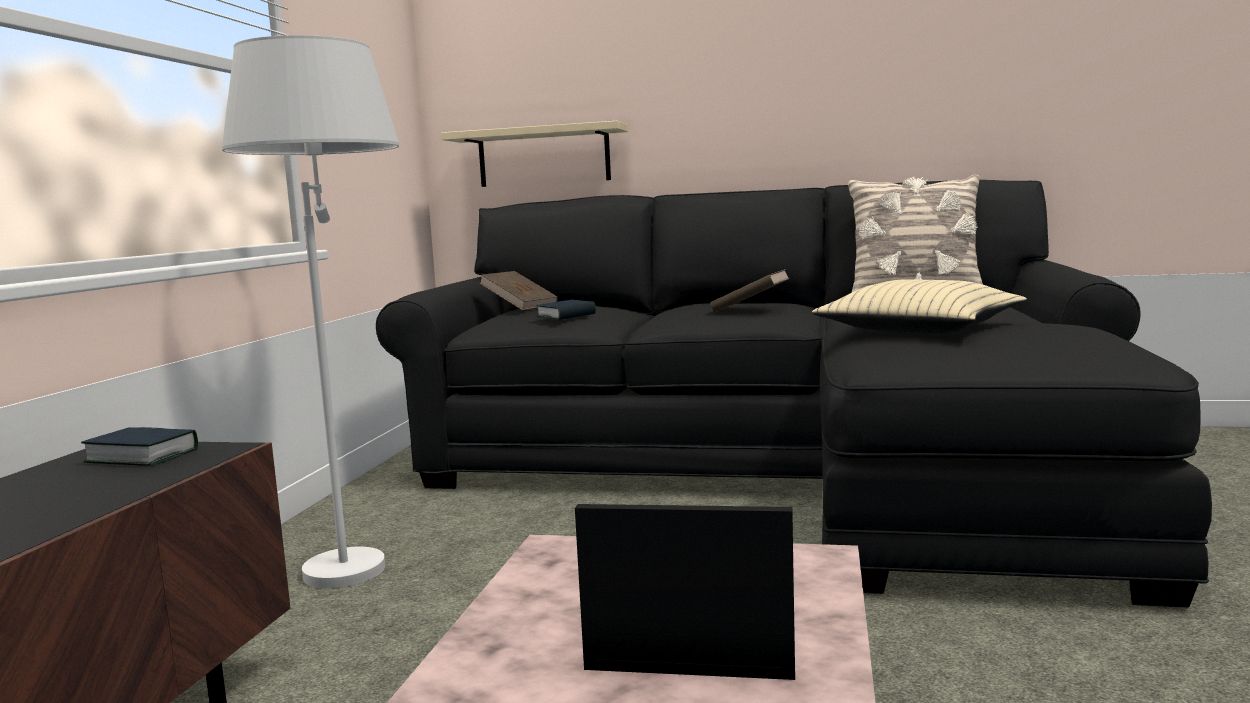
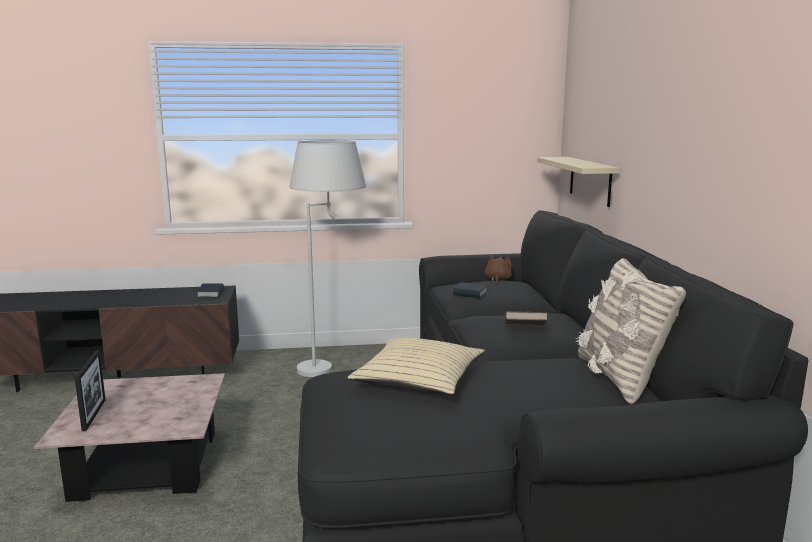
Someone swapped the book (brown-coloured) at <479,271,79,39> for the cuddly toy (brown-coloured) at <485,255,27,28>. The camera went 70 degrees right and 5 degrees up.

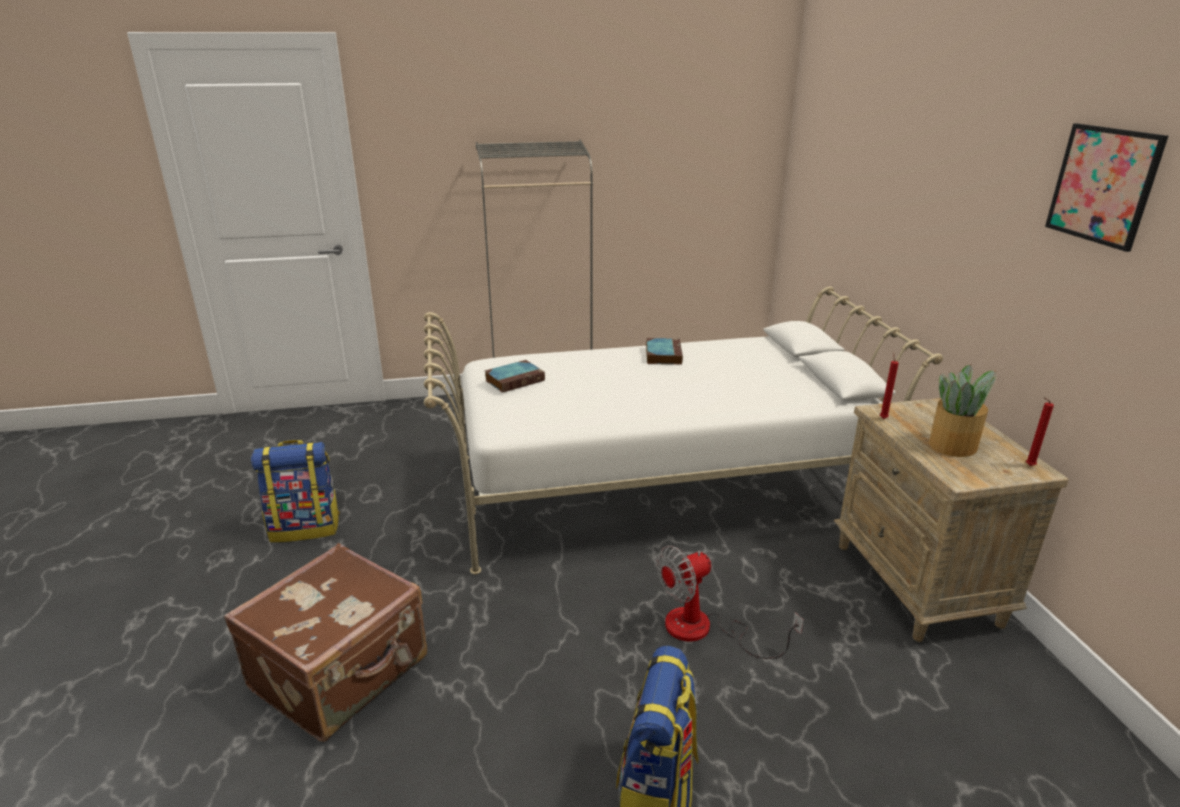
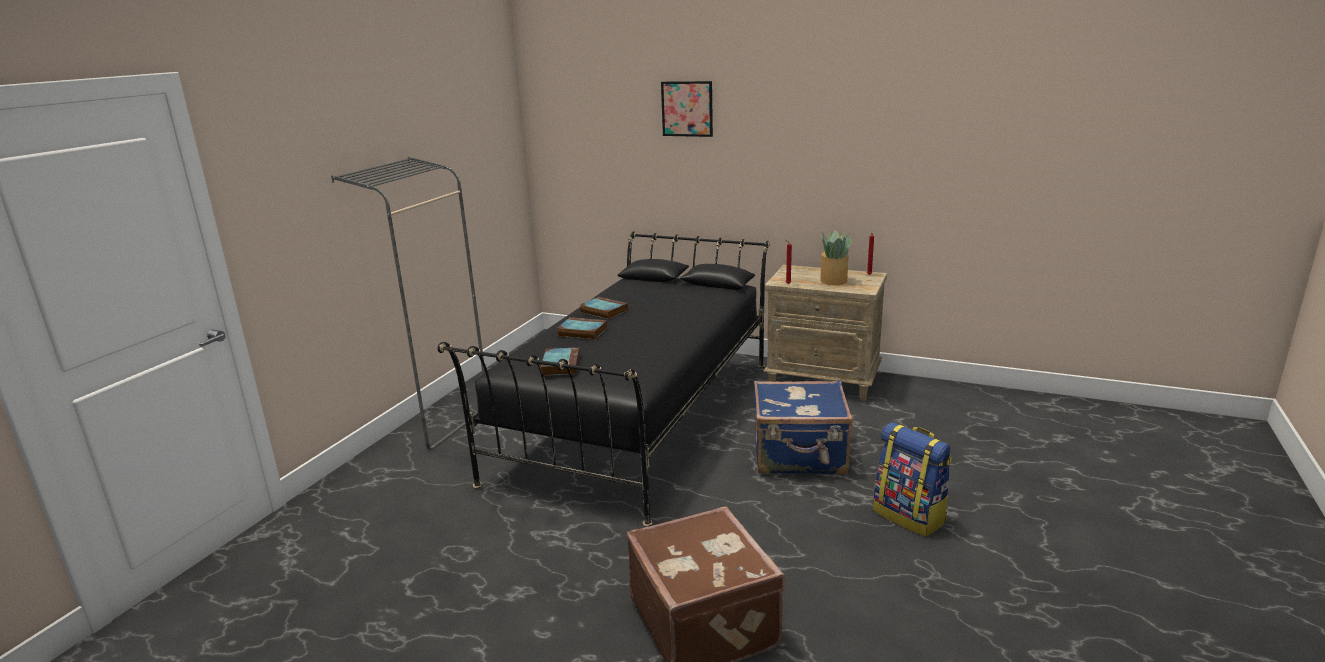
Someone took away the backpack at <251,440,89,103>. Someone repainted the bedroom bed (white-coloured) at <424,286,519,289>, which became the bedroom bed (blackish) at <437,231,333,296>. Someone swapped the electric fan at <657,545,147,114> for the suitcase (blue) at <754,380,99,94>. Someone carried the wall art from <1045,123,123,129> to <661,81,52,56>. Someone put down the book at <557,317,50,23>. The camera went 55 degrees left and 5 degrees down.

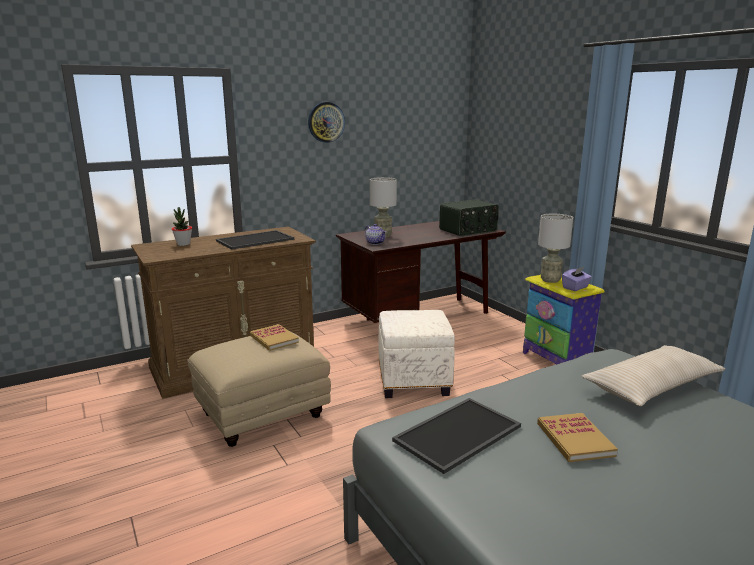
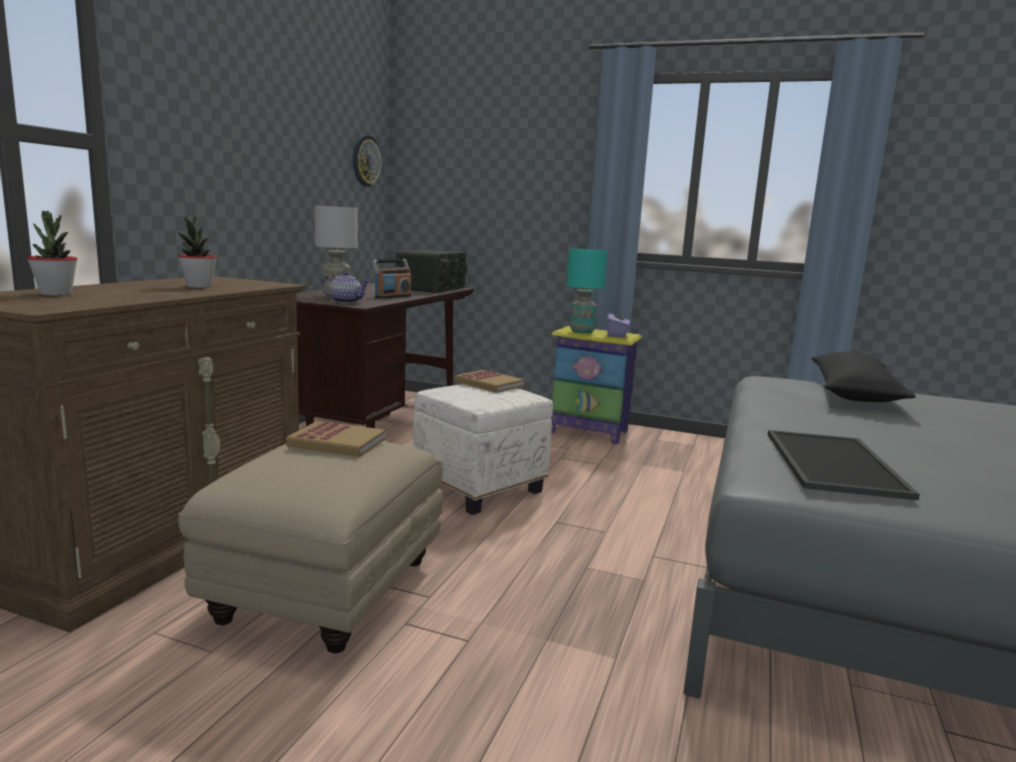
Someone swapped the tray at <216,230,78,20> for the potted plant at <178,215,39,73>. Someone carried the clock on the wall from <308,102,37,41> to <353,135,29,52>. Someone carried the book from <537,413,81,49> to <455,370,69,23>. Someone repainted the lamp for a table (gray) at <538,214,35,69>, which became the lamp for a table (turquoise-coloured) at <567,249,41,84>. Someone repainted the pillow (beige) at <581,345,144,61>, which became the pillow (blackish) at <812,351,104,51>. Someone put down the radio set at <372,259,40,40>. The camera went 40 degrees left and 5 degrees down.

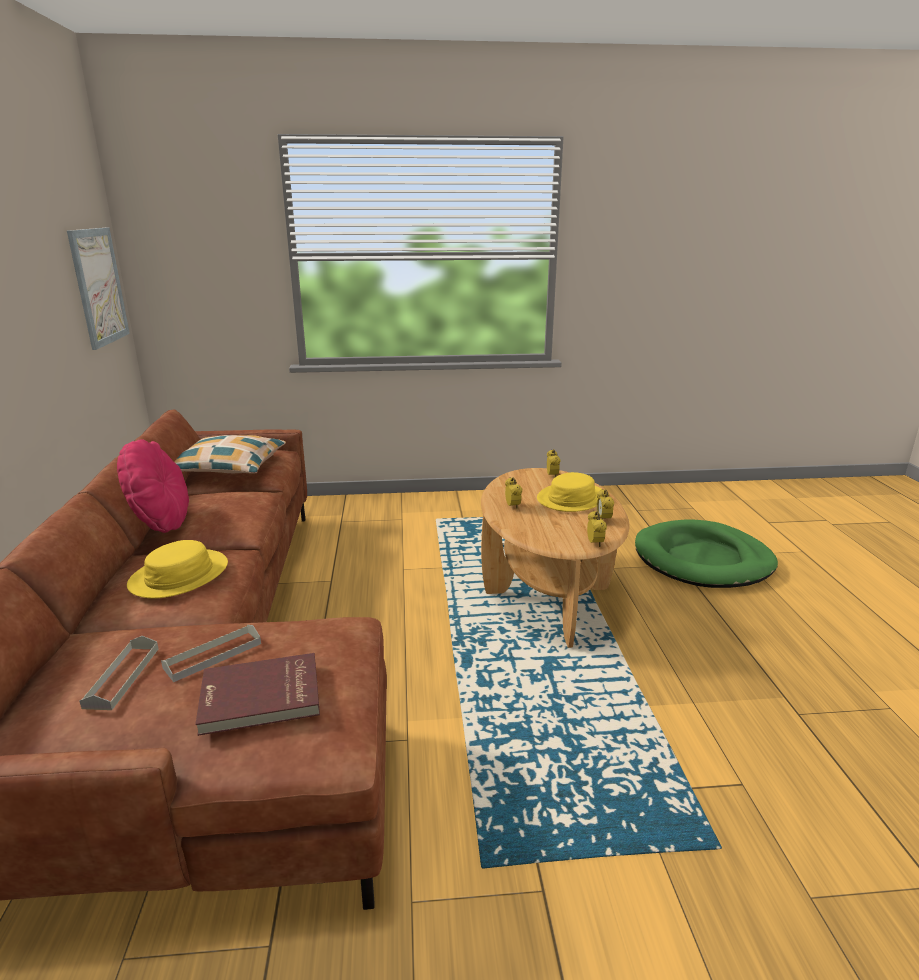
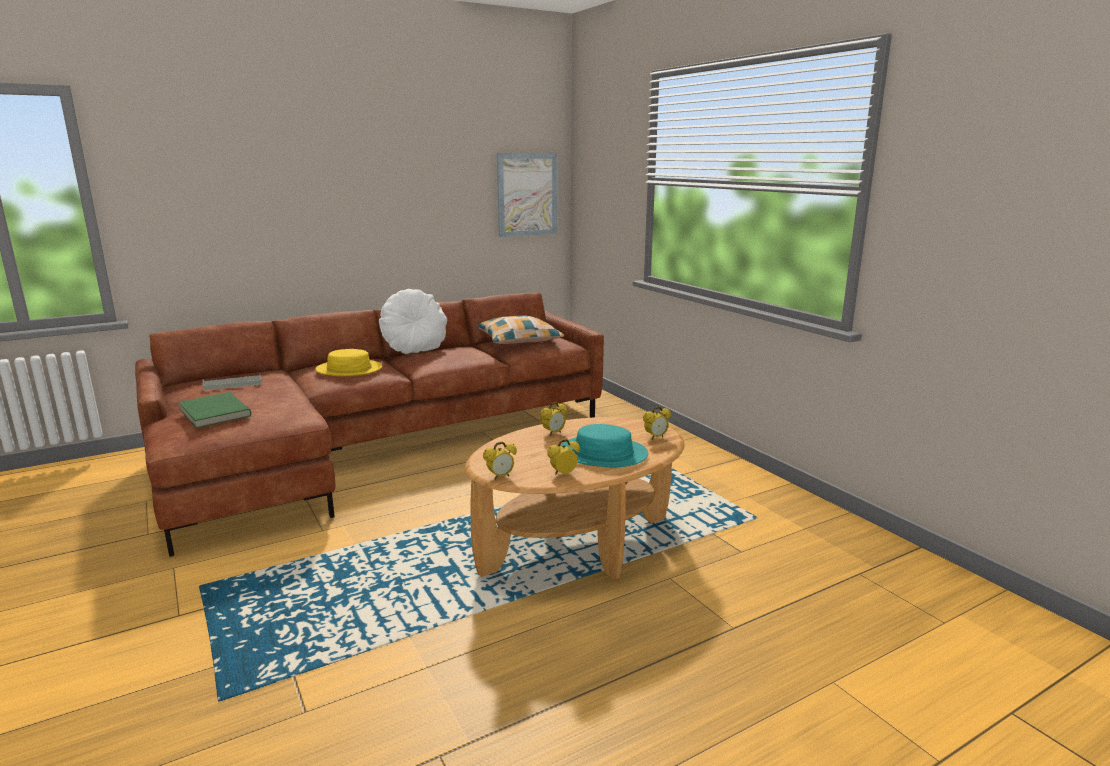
Someone repainted the pillow (pinkish) at <117,439,72,94>, which became the pillow (white-coloured) at <379,289,68,65>. Someone took away the tray (gray) at <161,625,100,57>. Someone repainted the book (red) at <195,653,125,83>, which became the book (green-coloured) at <178,392,73,36>. Someone repainted the clothing hat (yellow-coloured) at <537,472,65,40>, which became the clothing hat (turquoise-coloured) at <561,424,87,43>. Someone took away the dog cushion (green-coloured) at <635,519,143,69>. The camera went 65 degrees right and 5 degrees down.

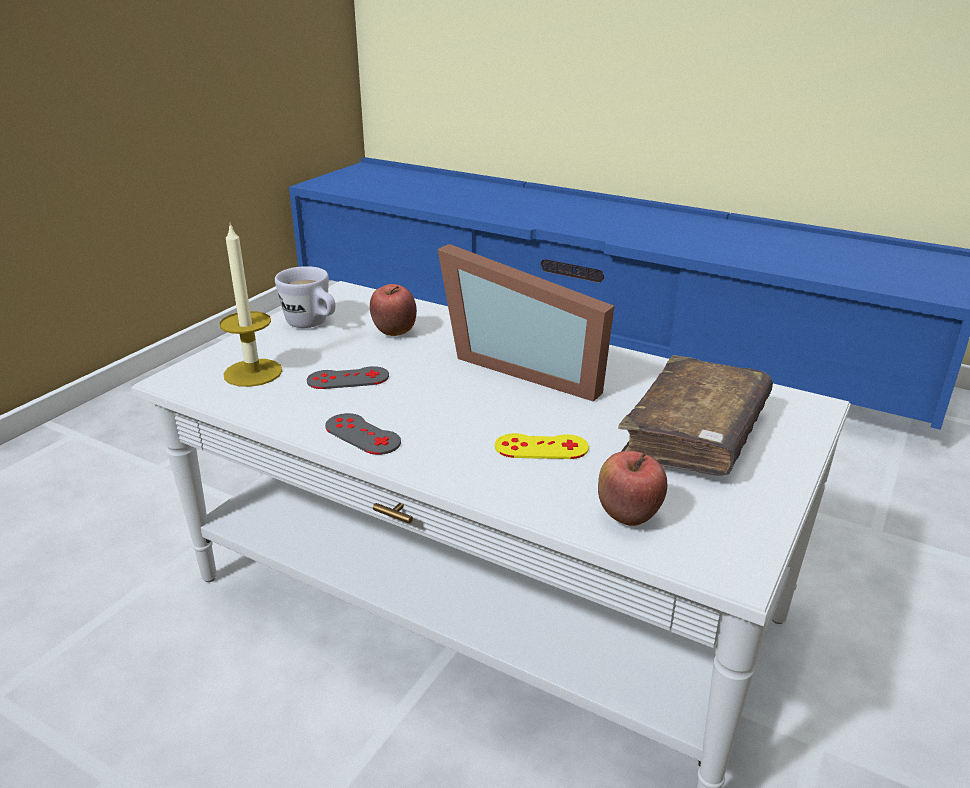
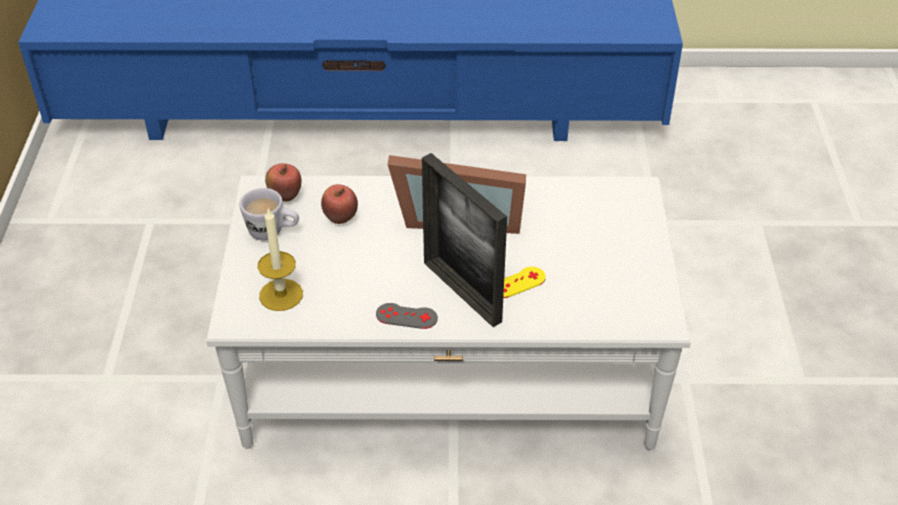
Someone took away the joypad (gray) at <307,366,82,23>. Someone carried the whole apple from <598,451,69,75> to <265,163,36,38>. Someone took away the book (brown-coloured) at <618,355,155,121>. Someone put down the standing frame at <422,153,85,174>. The camera went 30 degrees left and 15 degrees up.

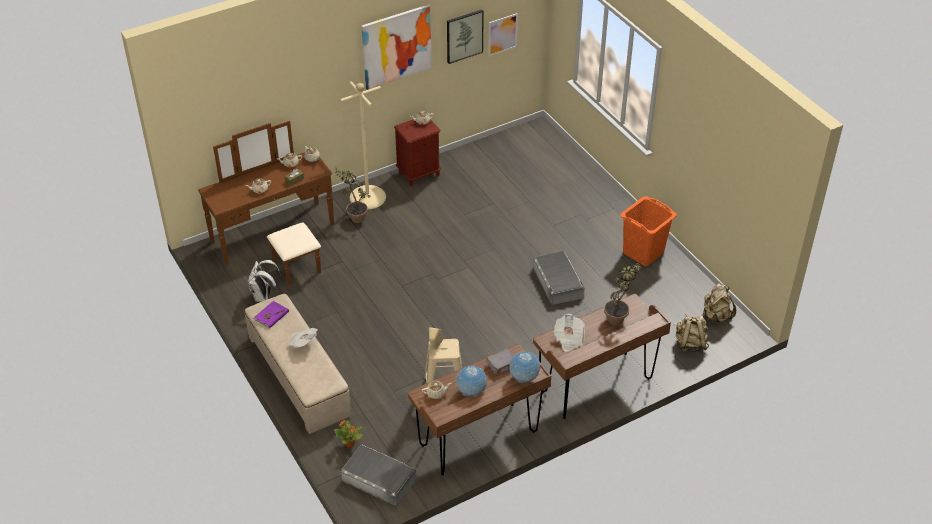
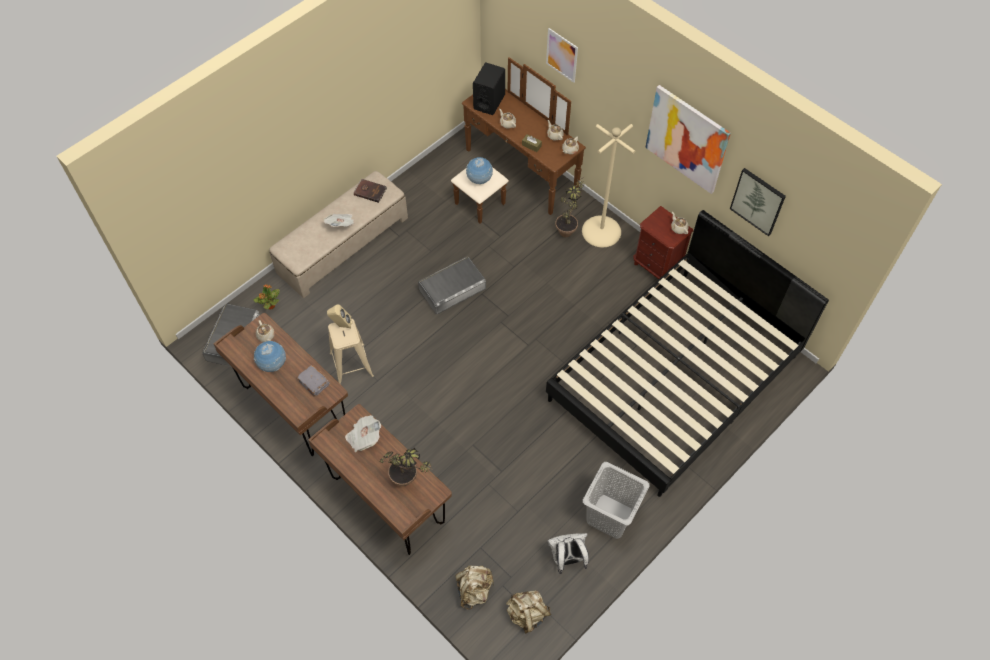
Someone carried the backpack (white-coloured) from <248,260,33,42> to <548,533,41,41>. Someone repainted the book (purplish) at <253,301,36,27>, which became the book (brown-coloured) at <354,178,33,25>. Someone carried the wall art from <488,13,30,43> to <546,28,32,55>. Someone carried the world globe from <509,352,31,31> to <466,157,27,27>. Someone carried the storage bin (gray) from <533,251,52,54> to <418,257,68,57>. Someone repainted the washing basket (orange-coloured) at <620,196,57,70>, which became the washing basket (gray) at <583,462,66,77>. Someone put down the audio speaker (blackish) at <473,62,32,53>. Someone put down the bedroom bed (blackish) at <546,210,283,287>. The camera went 75 degrees right and 15 degrees up.

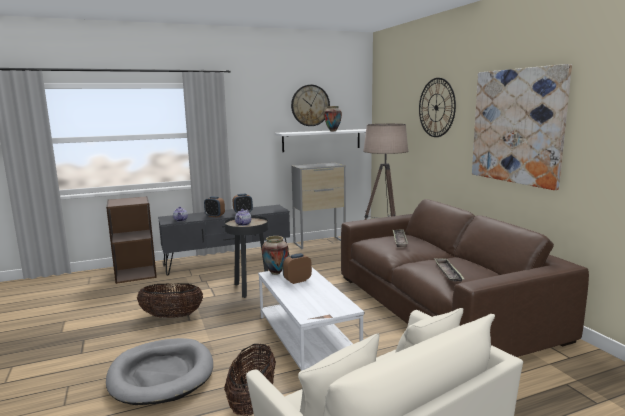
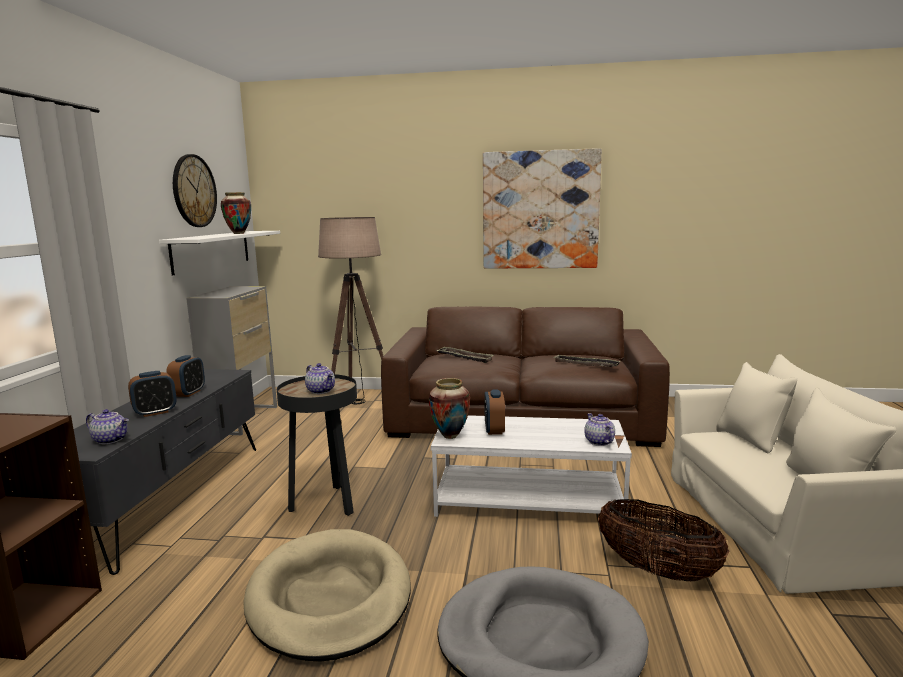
Someone swapped the household basket at <137,283,66,35> for the dog cushion (beige) at <243,529,168,133>. Someone took away the clock on the wall at <419,78,37,59>. Someone put down the teapot at <584,413,31,33>. The camera went 60 degrees left and 0 degrees up.

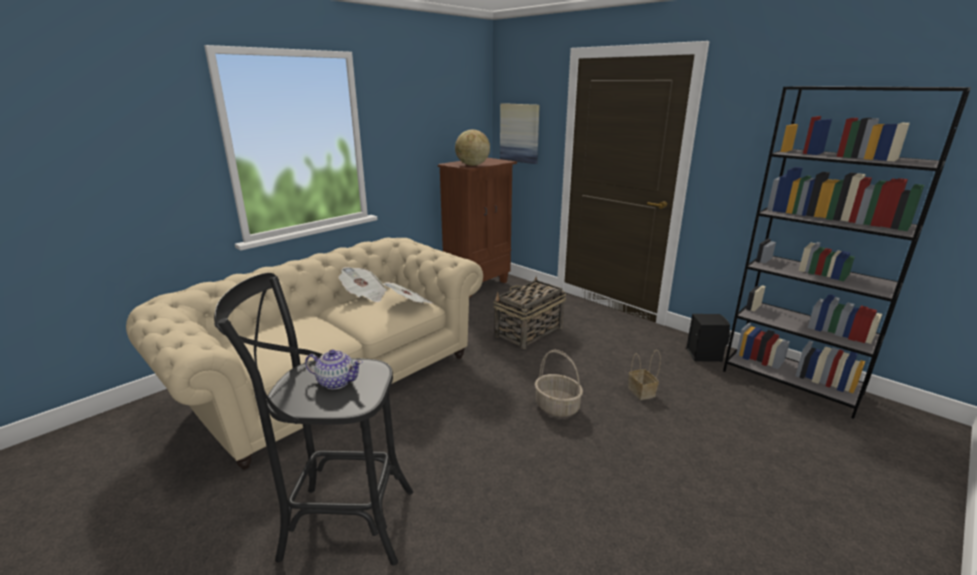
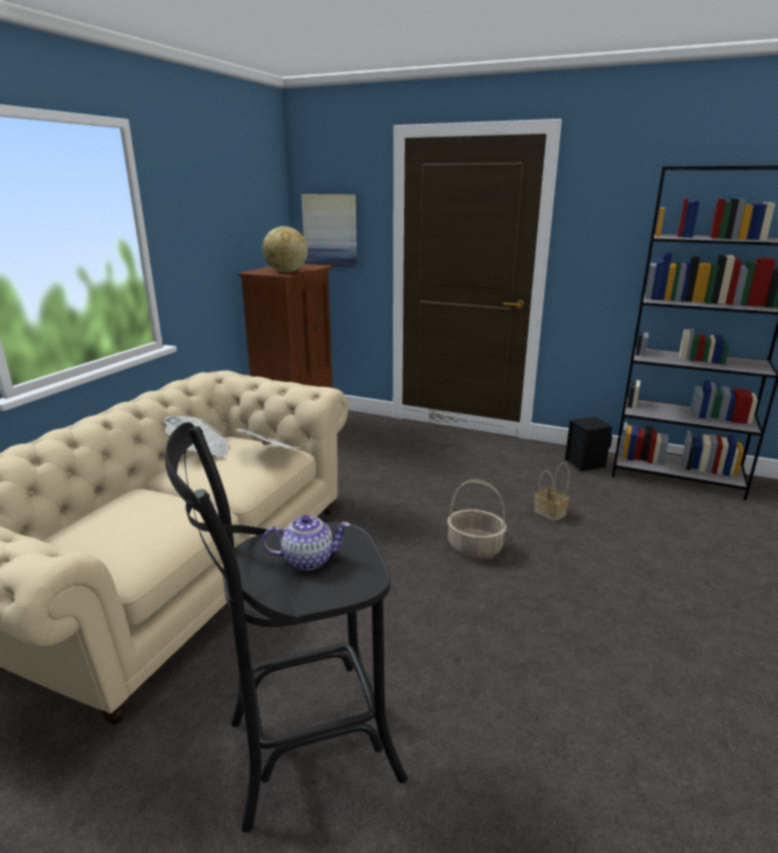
Someone took away the household basket at <494,277,72,72>. The camera went 20 degrees left and 0 degrees up.

